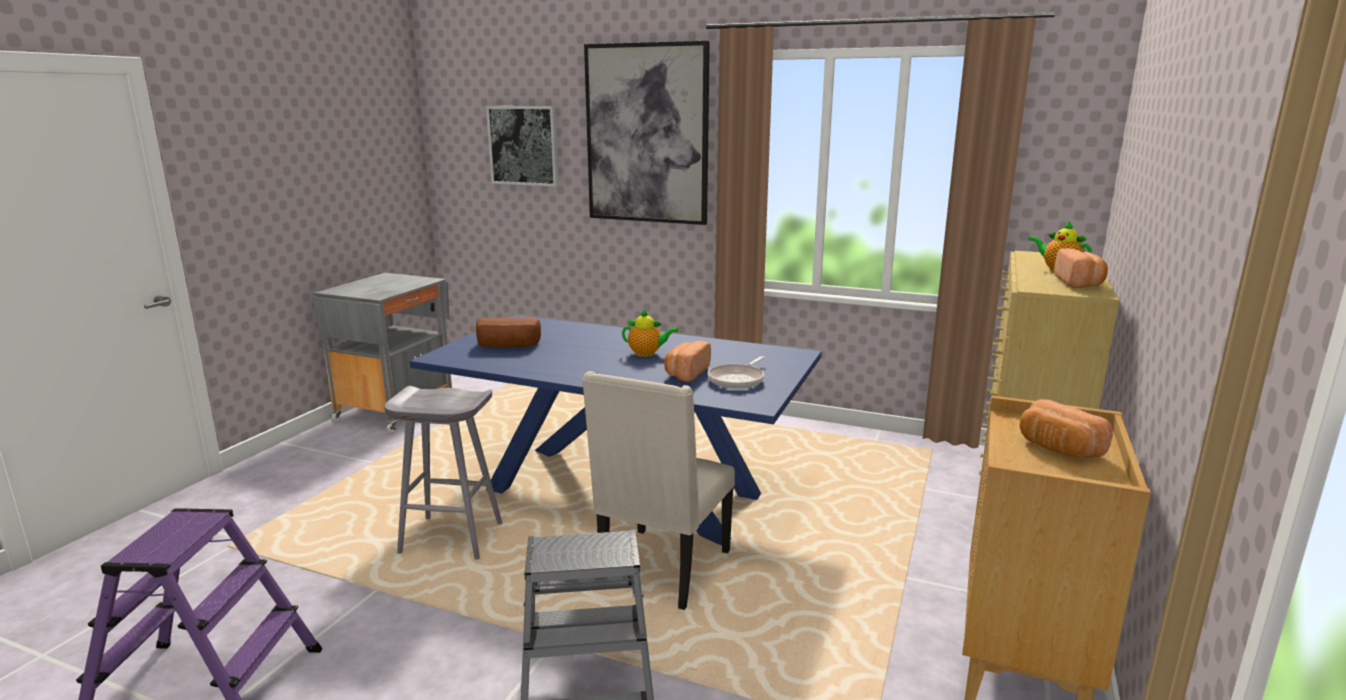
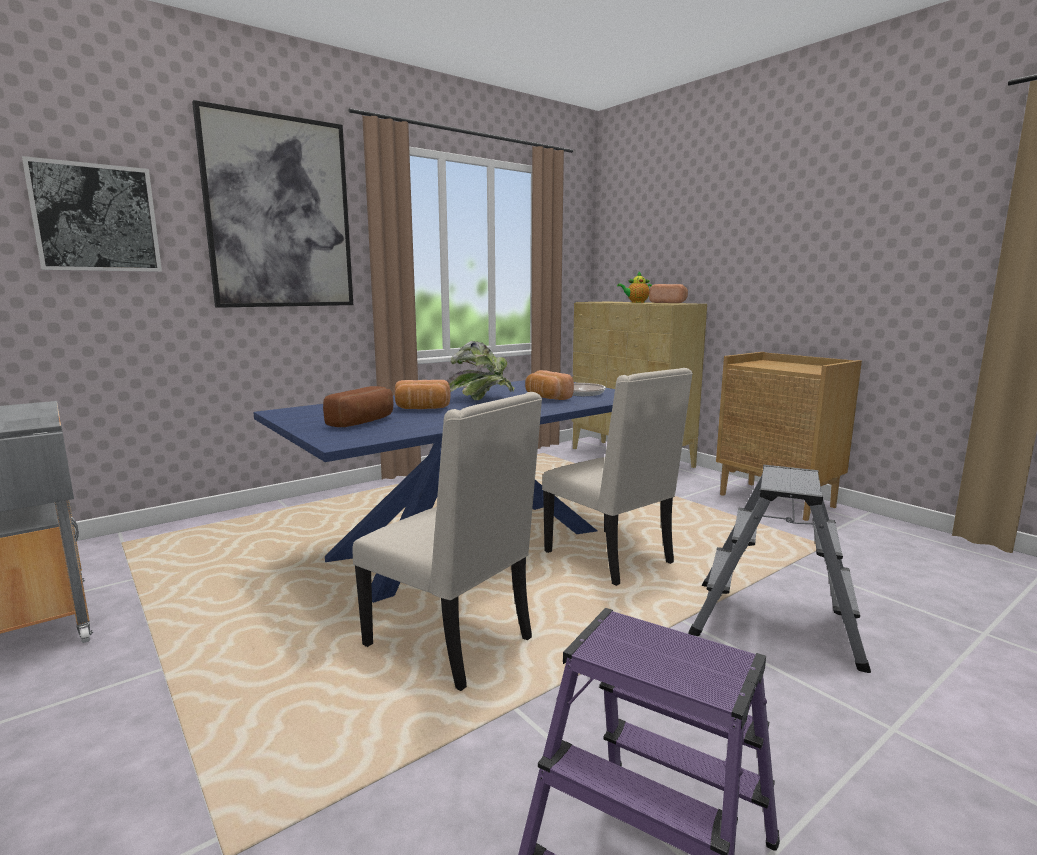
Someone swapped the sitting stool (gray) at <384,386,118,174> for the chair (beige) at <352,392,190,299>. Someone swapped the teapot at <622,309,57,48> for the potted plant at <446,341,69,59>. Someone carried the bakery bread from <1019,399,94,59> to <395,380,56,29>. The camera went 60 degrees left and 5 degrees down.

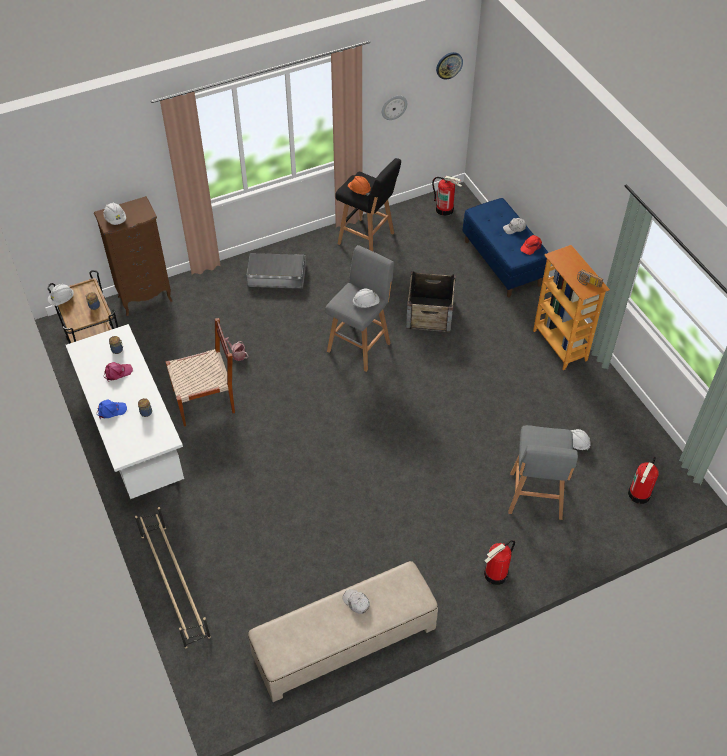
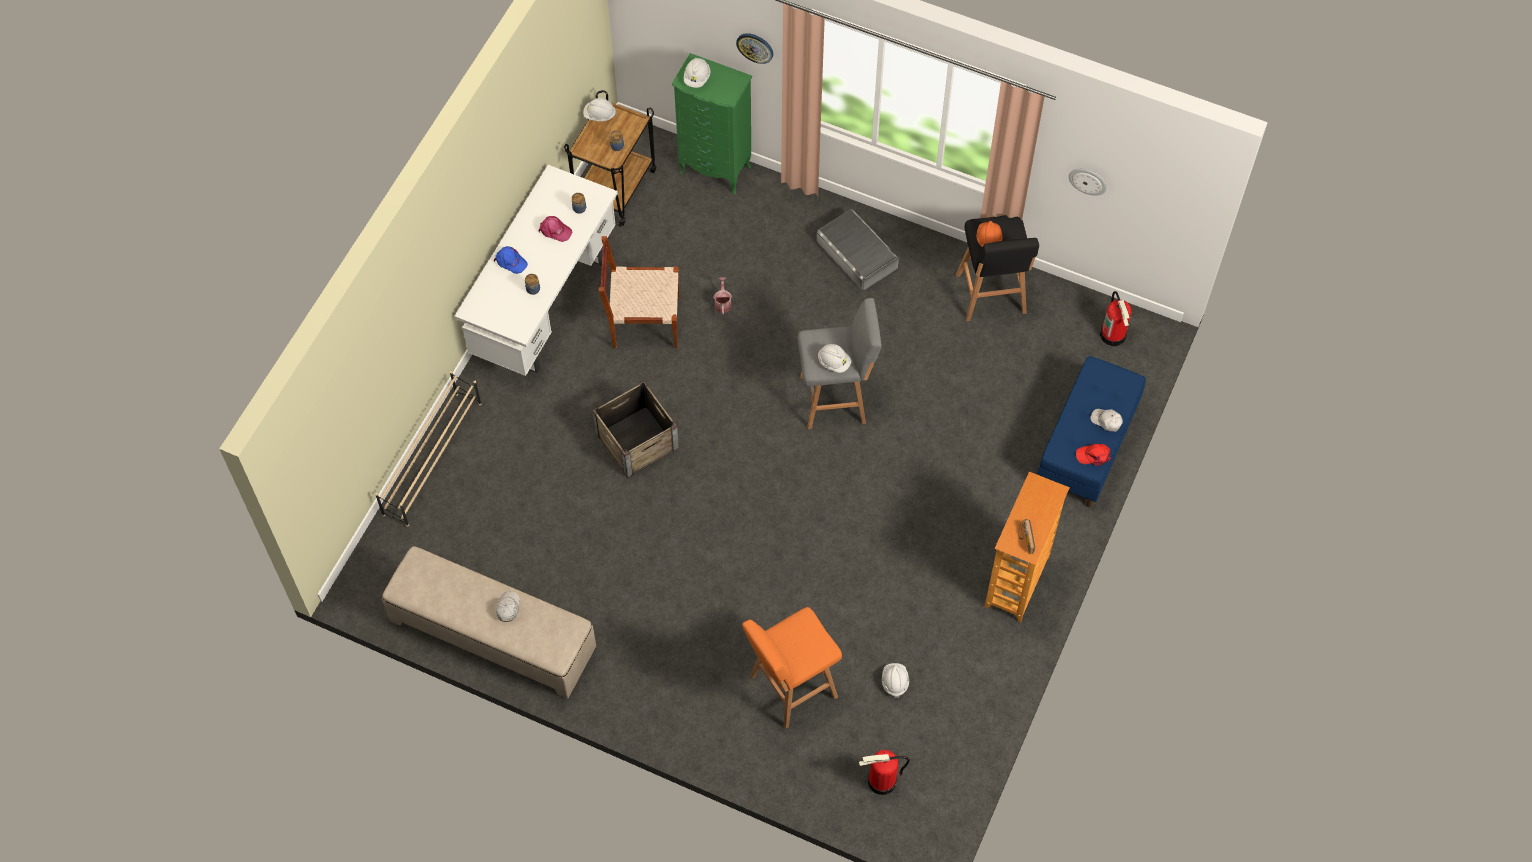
Someone repainted the chest of drawers (brown-coloured) at <94,196,78,120>, which became the chest of drawers (green-coloured) at <672,53,80,141>. Someone rotated the chair at <166,318,69,109> by 150 degrees clockwise. Someone carried the packing crate from <406,271,50,62> to <593,381,86,97>. Someone carried the clock on the wall from <436,52,27,28> to <736,33,37,31>. Someone took away the fire-fighting cylinder at <484,540,31,45>. Someone repainted the sitting stool (gray) at <508,425,70,95>, which became the sitting stool (orange-coloured) at <742,607,100,122>. The camera went 50 degrees right and 10 degrees up.

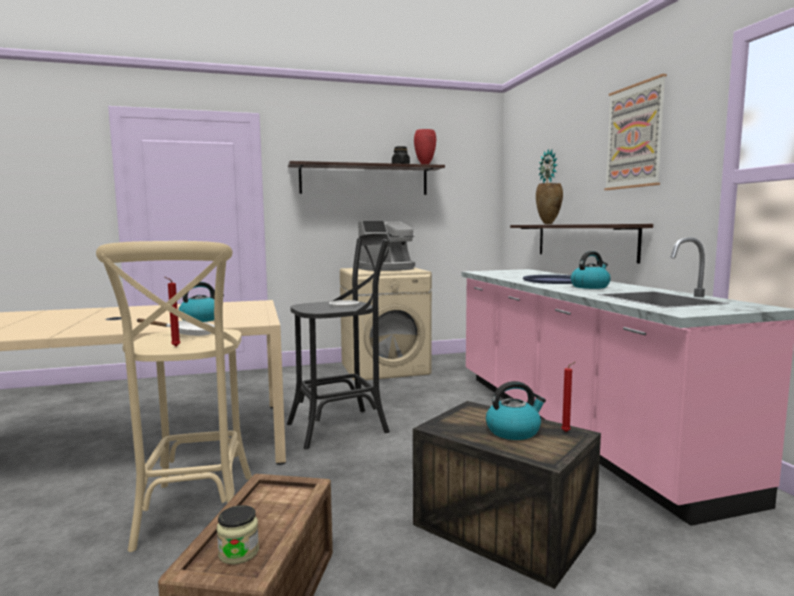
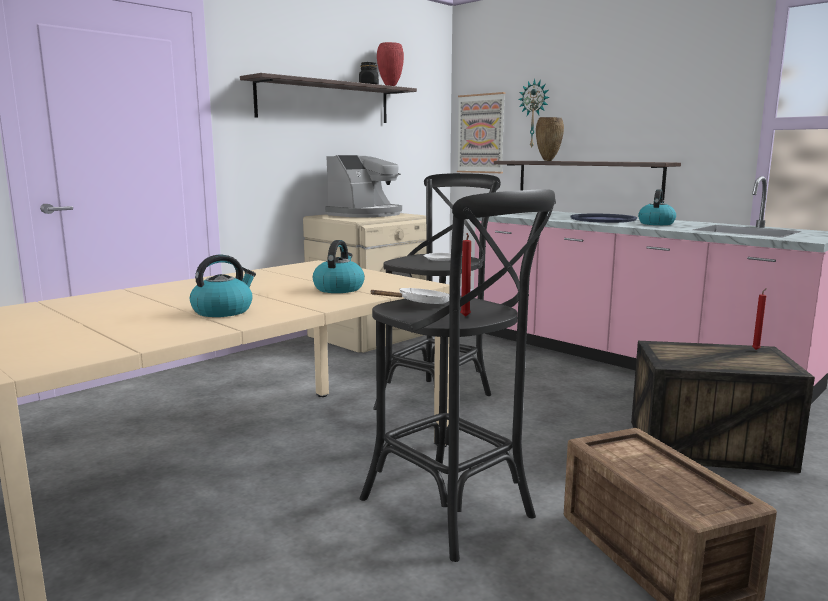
Someone repainted the sitting stool (beige) at <96,241,156,311>, which became the sitting stool (blackish) at <359,189,197,373>. Someone took away the jar at <217,505,42,59>. Someone carried the tea kettle from <486,381,60,59> to <190,254,66,63>. Someone carried the wall art from <604,74,63,116> to <457,92,48,81>. The camera went 30 degrees left and 5 degrees up.

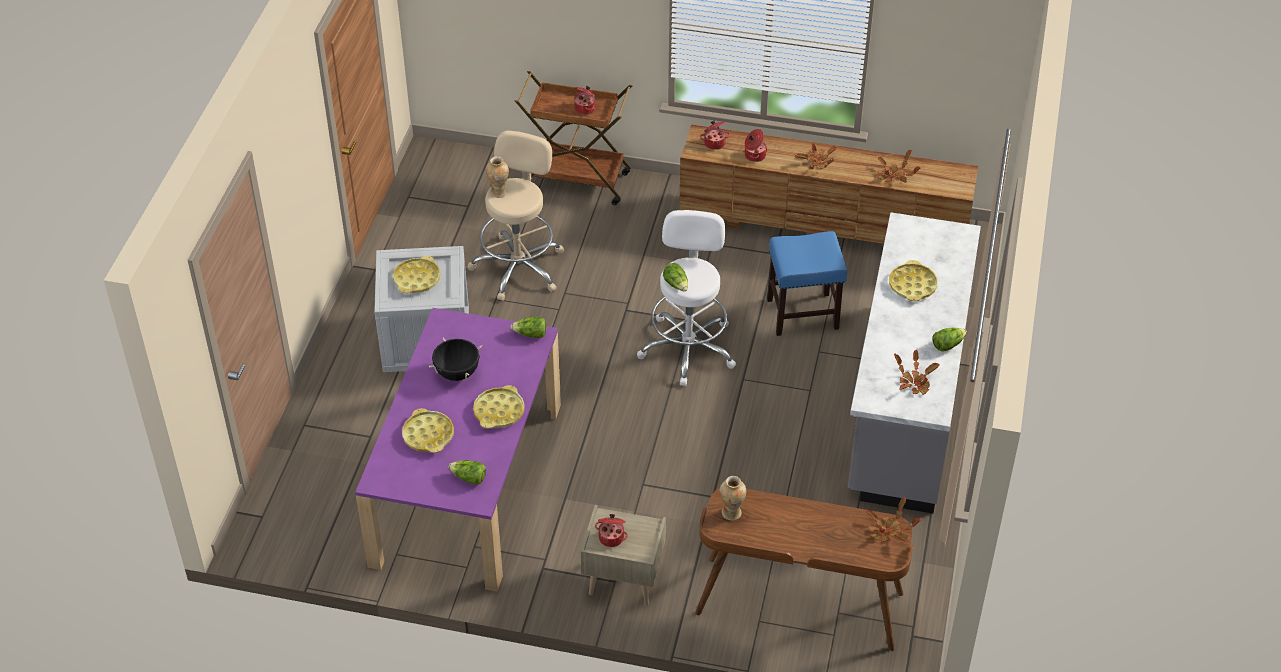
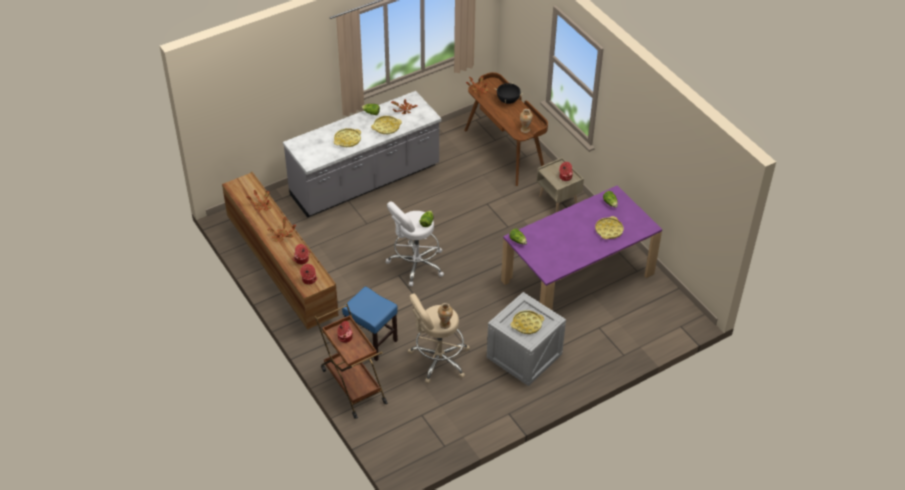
Someone carried the saucepot (blackish) from <429,338,53,43> to <494,82,27,22>. Someone carried the tray (yellow-coloured) from <473,385,52,44> to <371,116,31,18>. Someone carried the sitting stool (blue) from <767,231,80,105> to <342,287,56,74>. The camera went 135 degrees left and 0 degrees up.

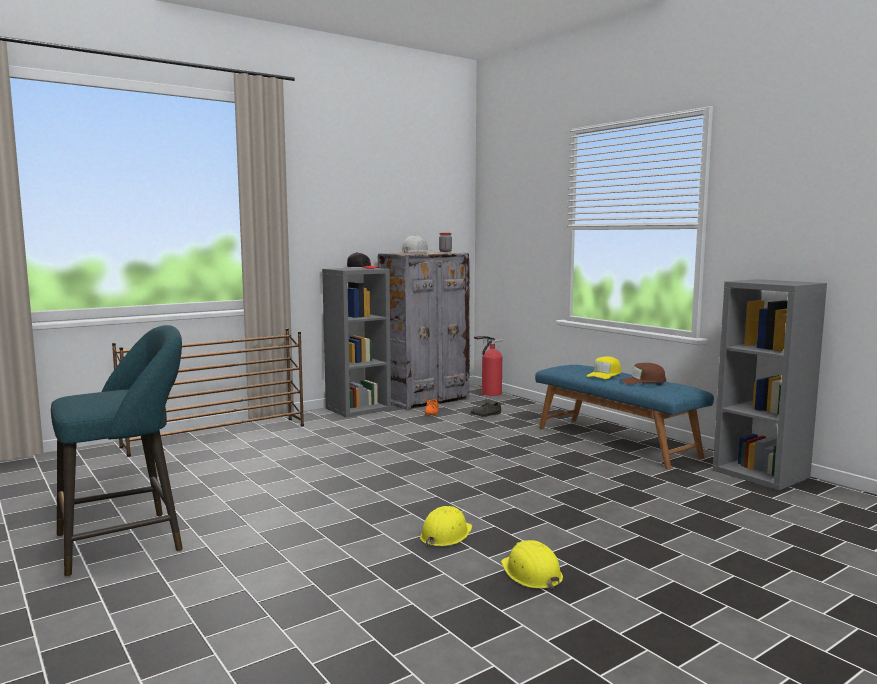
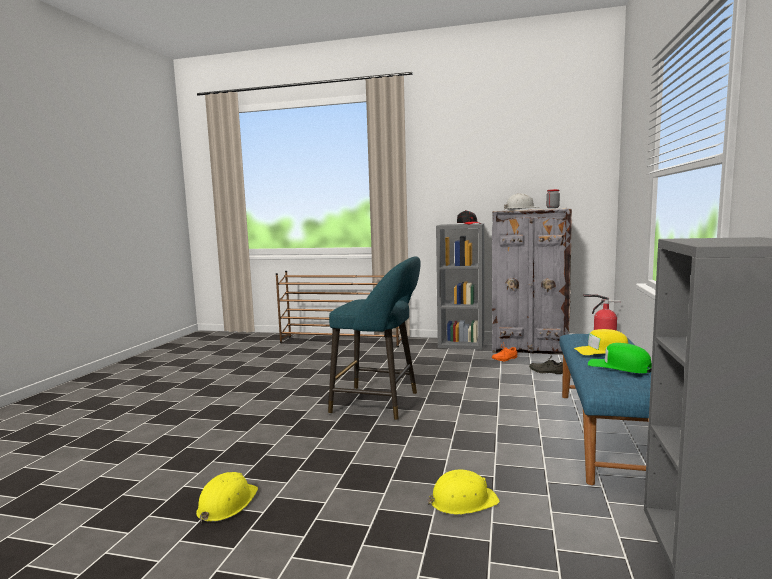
Someone carried the sitting stool (turquoise-coloured) from <51,325,132,252> to <328,256,93,164>. Someone carried the work helmet (yellow-coloured) from <420,506,52,41> to <427,469,73,46>. Someone repainted the peaked cap (brown-coloured) at <620,363,46,21>, which became the peaked cap (green-coloured) at <588,343,64,30>. The camera went 50 degrees right and 0 degrees up.

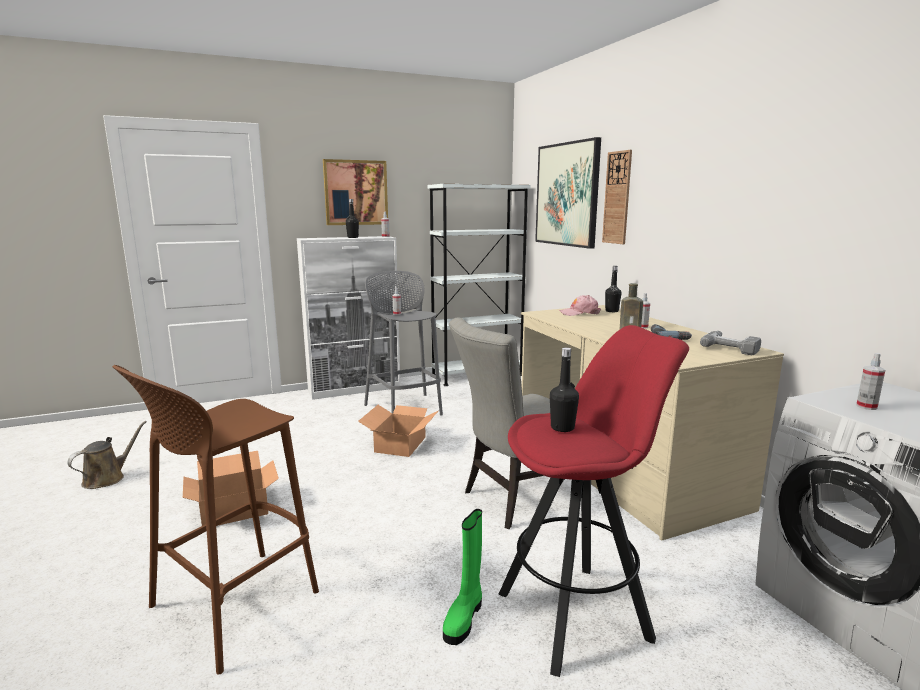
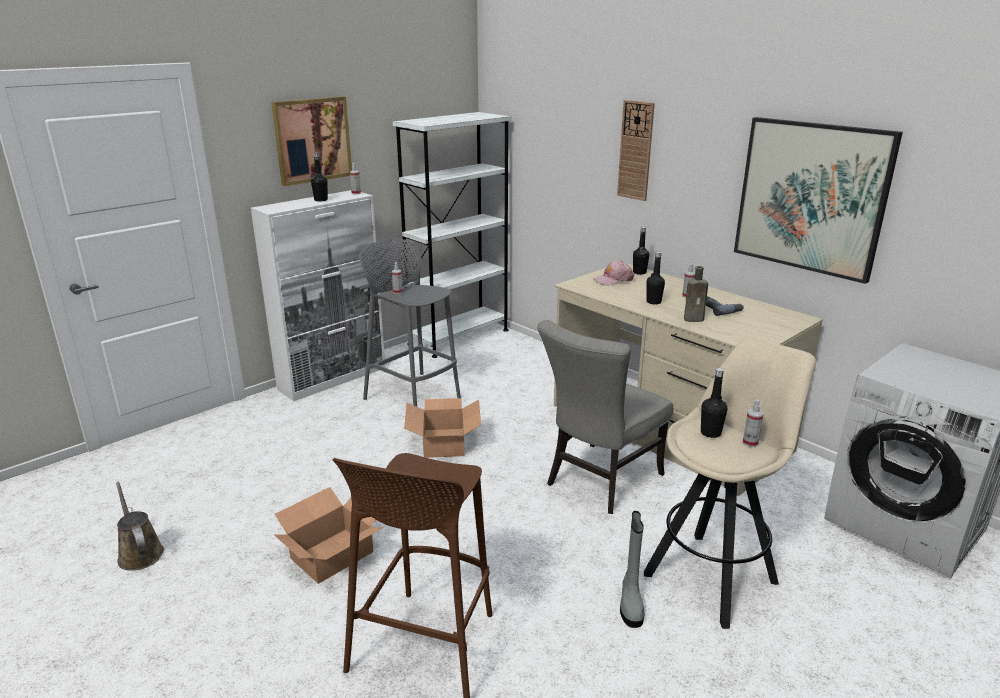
Someone rotated the watering pot (brown-coloured) at <67,421,80,68> by 45 degrees counterclockwise. Someone repainted the boot (green-coloured) at <443,509,39,136>, which became the boot (gray) at <620,511,25,117>. Someone repainted the sitting stool (red) at <498,325,191,352>, which became the sitting stool (beige) at <644,335,172,294>. Someone carried the wall art from <535,137,66,112> to <734,117,169,167>. Someone took away the power drill at <700,331,61,24>. Someone carried the sprayer from <856,353,30,57> to <743,399,21,48>. Someone put down the drink bottle (blackish) at <646,251,19,53>. The camera went 20 degrees left and 10 degrees up.

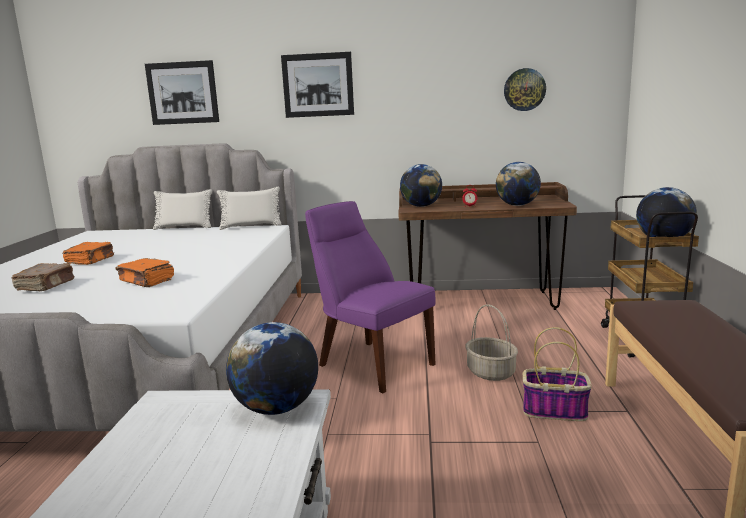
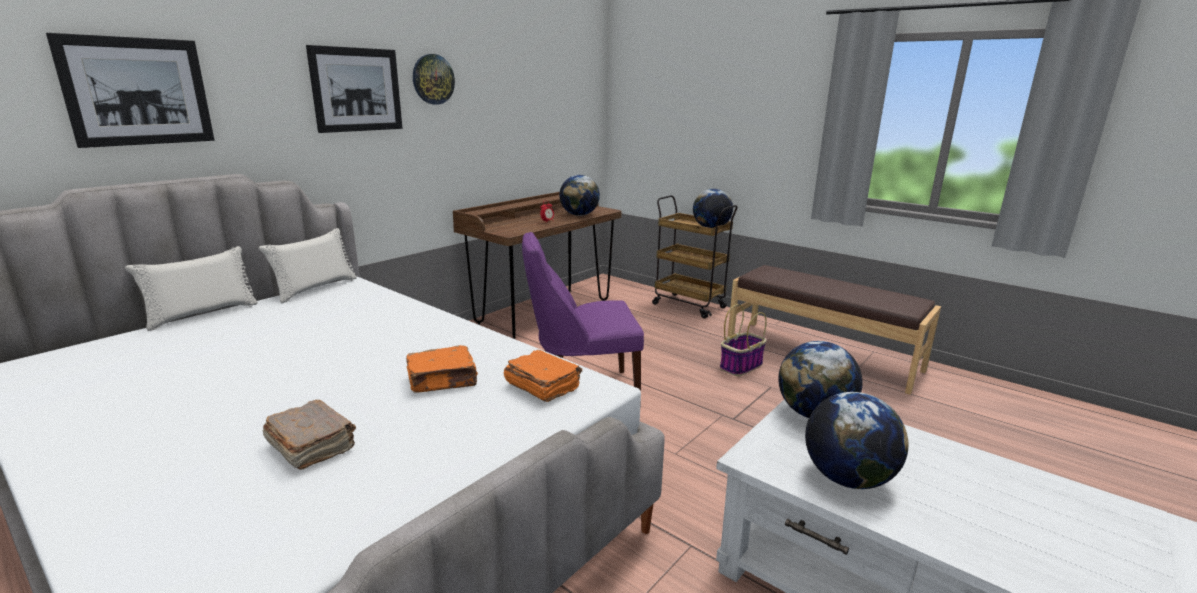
Someone carried the book (orange-coloured) from <63,242,51,23> to <504,350,78,52>. Someone carried the world globe from <400,164,42,43> to <805,392,103,97>. Someone took away the household basket at <465,305,53,76>. Someone carried the clock on the wall from <504,68,42,43> to <413,54,42,51>. The camera went 55 degrees left and 5 degrees up.

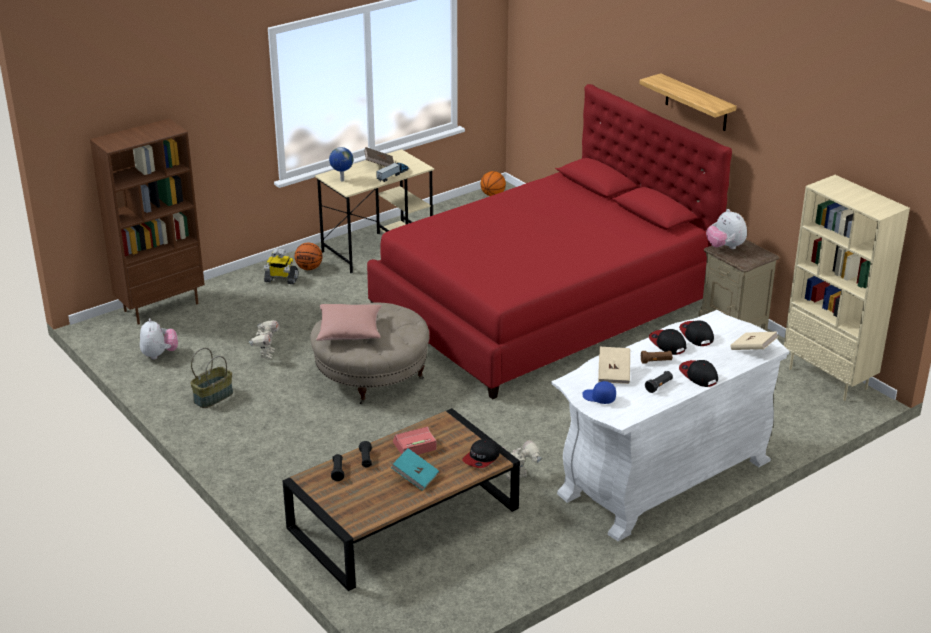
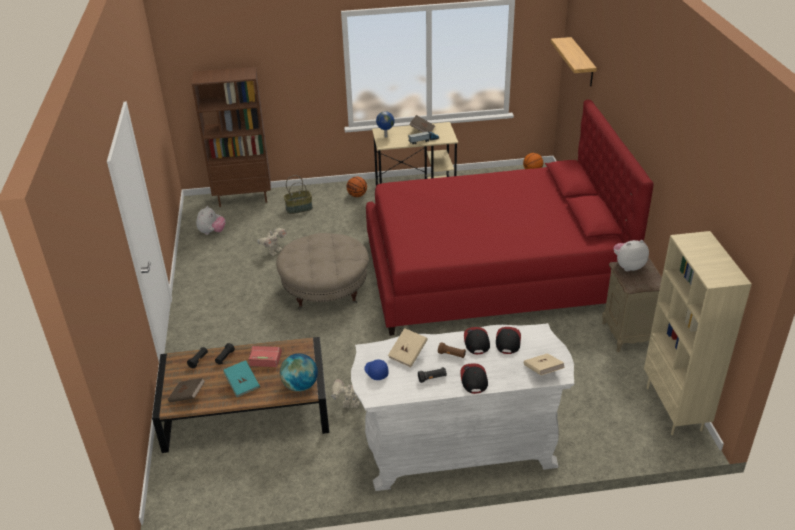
Someone carried the household basket from <190,348,43,60> to <284,175,29,39>. Someone took away the robot figure at <264,248,35,36>. Someone took away the pillow (pinkish) at <316,304,66,37>. Someone swapped the peaked cap at <462,439,37,29> for the world globe at <280,354,38,38>. Someone carried the wall shelf from <639,73,98,58> to <551,37,46,49>. Someone rotated the cuddly toy at <706,209,41,40> by 75 degrees clockwise. Someone put down the book (brown-coloured) at <168,378,37,24>. The camera went 30 degrees right and 5 degrees up.

